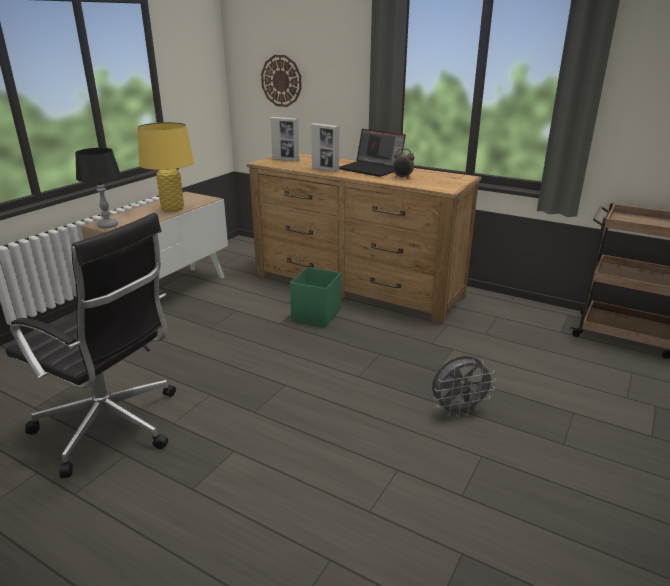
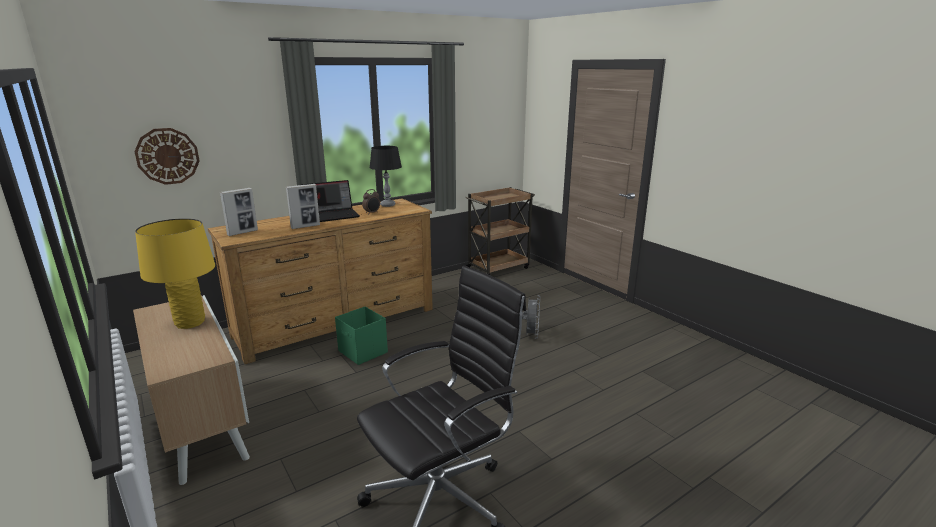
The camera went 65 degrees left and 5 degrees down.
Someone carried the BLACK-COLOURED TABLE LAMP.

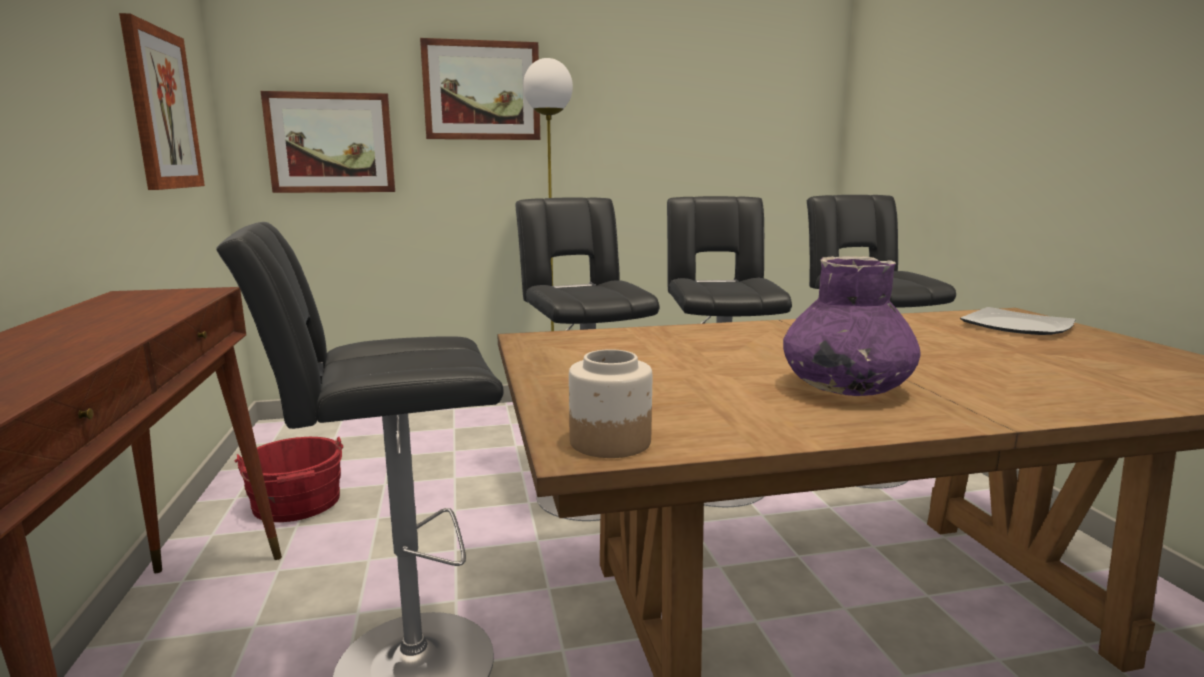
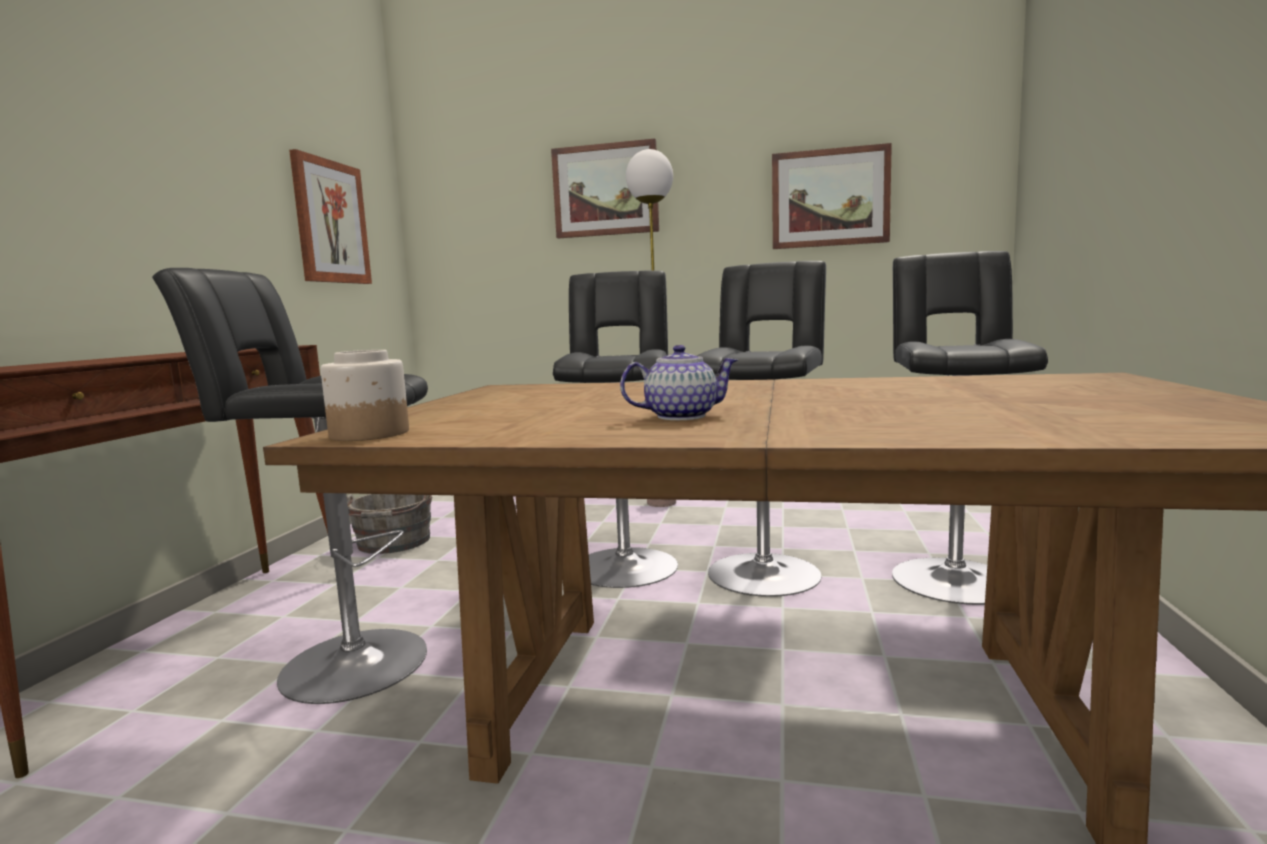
The camera went 25 degrees right and 5 degrees down.
Someone repainted the REDDISH WATER BUCKET, which became the GRAY WATER BUCKET.
Someone swapped the PURPLE-COLOURED VASE for the TEA POT.
Someone carried the PICTURE (2nd from left in the first image).
Someone took away the DINNER PLATE.

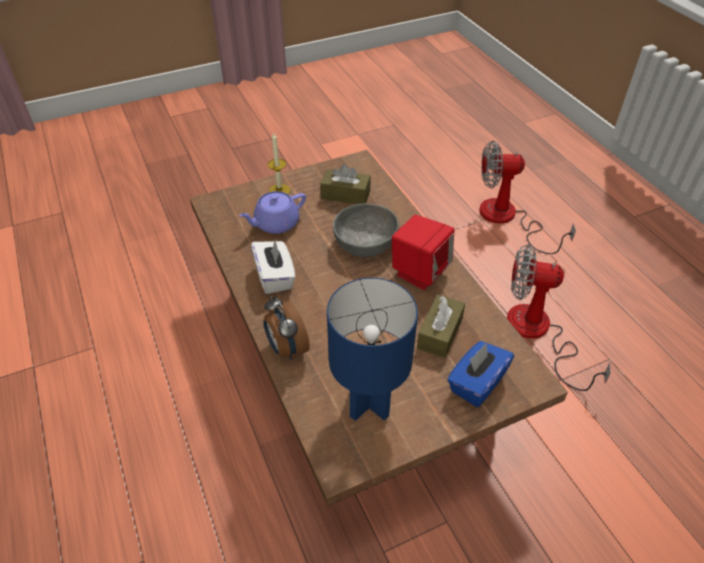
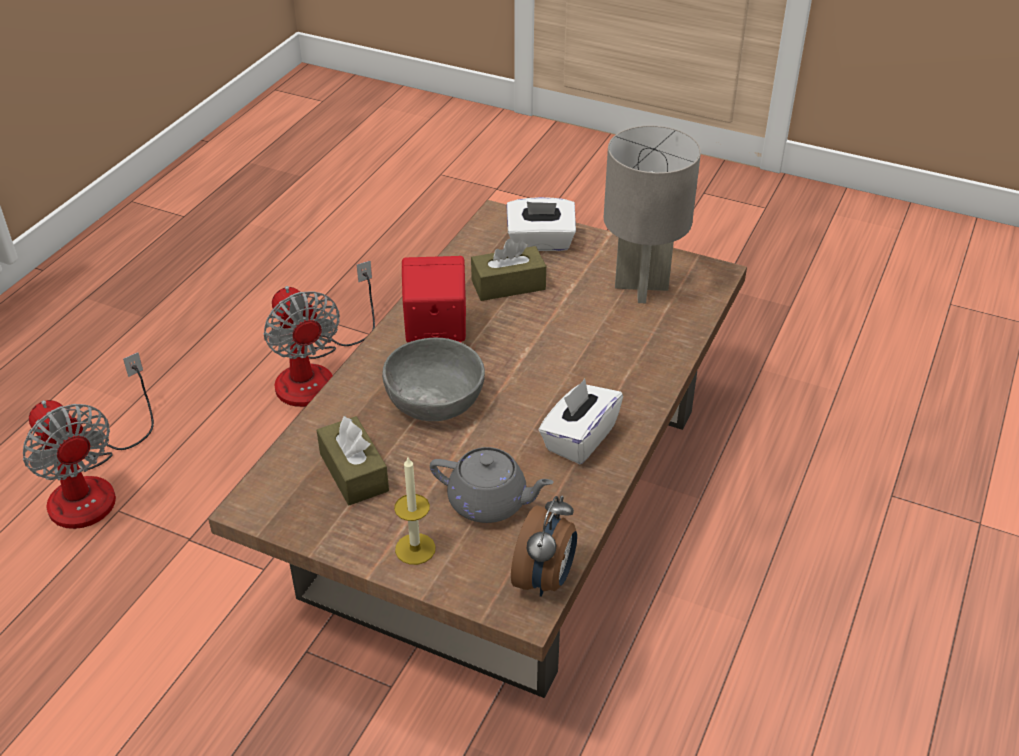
The camera went 130 degrees left and 5 degrees down.
Someone repainted the PURPLE-COLOURED TEA POT, which became the GRAY TEA POT.
Someone repainted the BLUE-COLOURED BOX OF TISSUES, which became the WHITISH BOX OF TISSUES (1st from left).
Someone carried the ALARM CLOCK.
Someone repainted the BLUE-COLOURED TABLE LAMP, which became the GRAY TABLE LAMP.

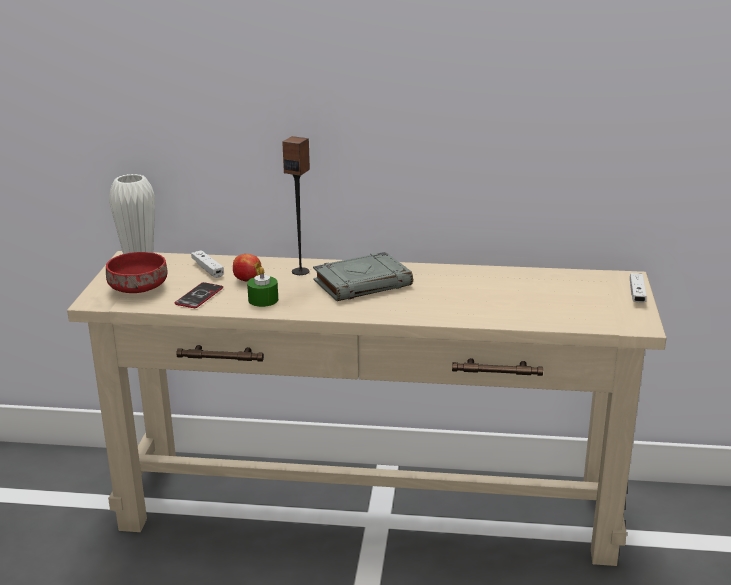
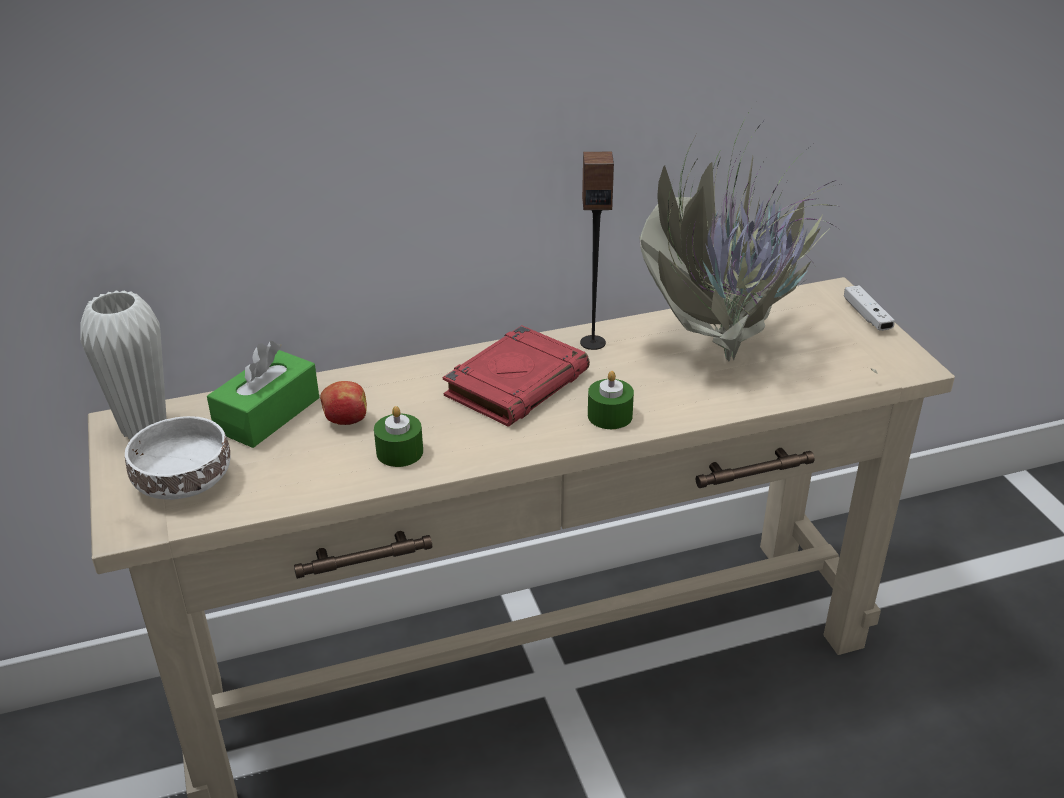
The camera went 25 degrees left and 10 degrees up.
Someone repainted the REDDISH DEEP DISH, which became the WHITISH DEEP DISH.
Someone swapped the WHITISH GAME CONTROLLER (1st from left) for the GREEN BOX OF TISSUES.
Someone repainted the GRAY VOLUME, which became the REDDISH VOLUME.
Someone carried the LOUDSPEAKER.
Someone put down the GREEN CANDLE (2nd from left).
Someone put down the POTTED PLANT.
Someone took away the HANDSET.

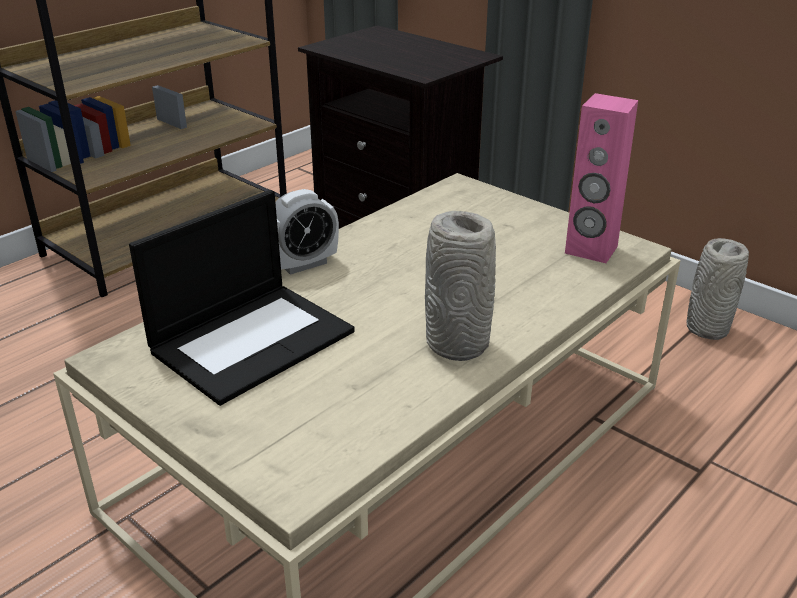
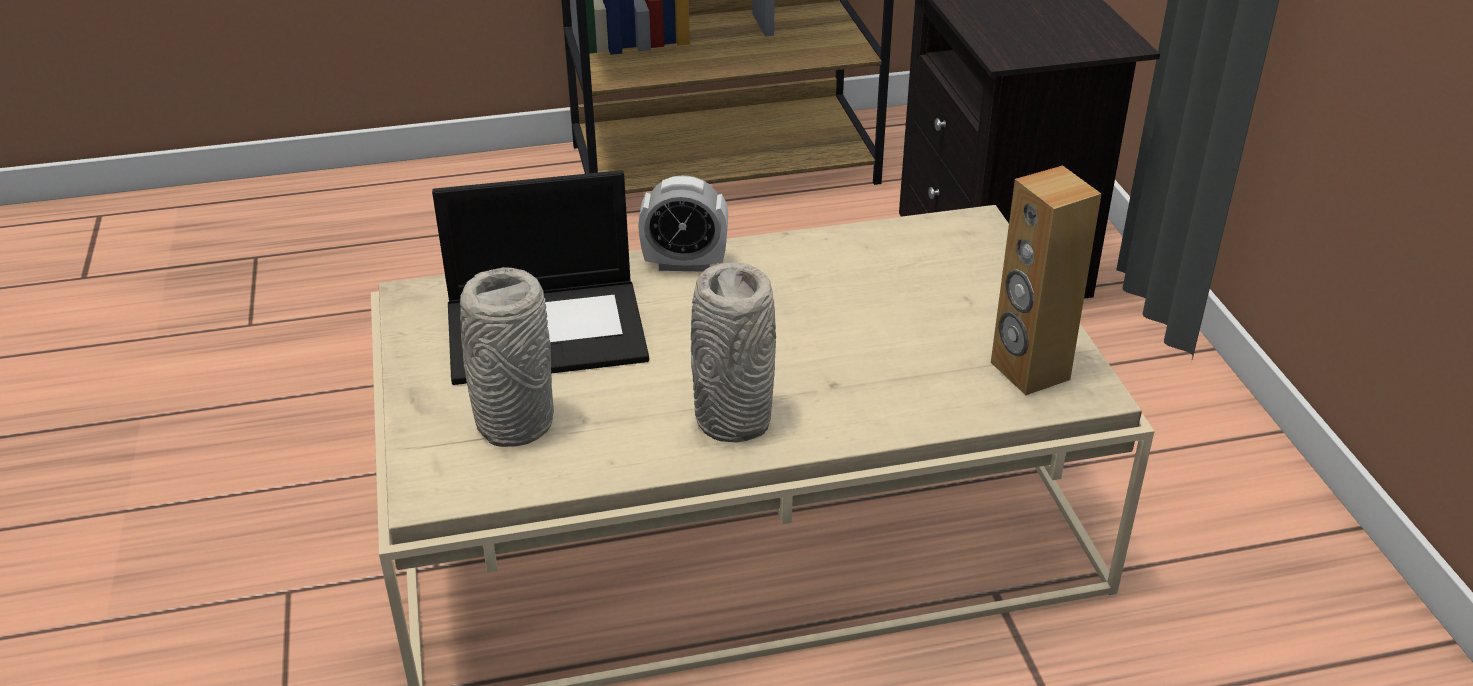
The camera went 35 degrees right and 5 degrees up.
Someone carried the GRAY VASE (2nd from left in the first image).
Someone repainted the PINK-COLOURED LOUDSPEAKER, which became the BROWN-COLOURED LOUDSPEAKER.

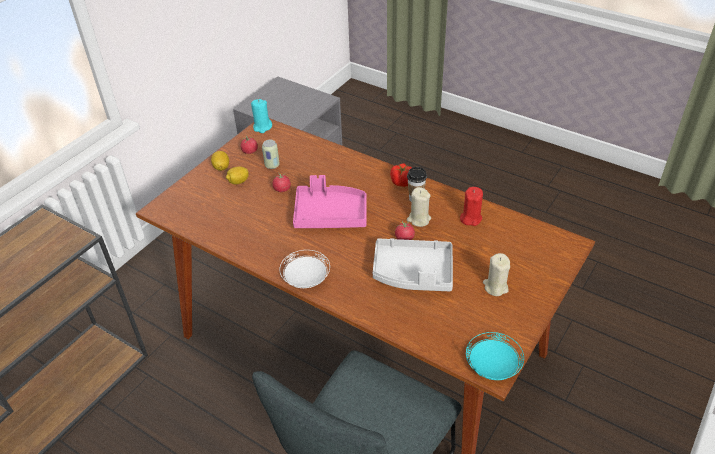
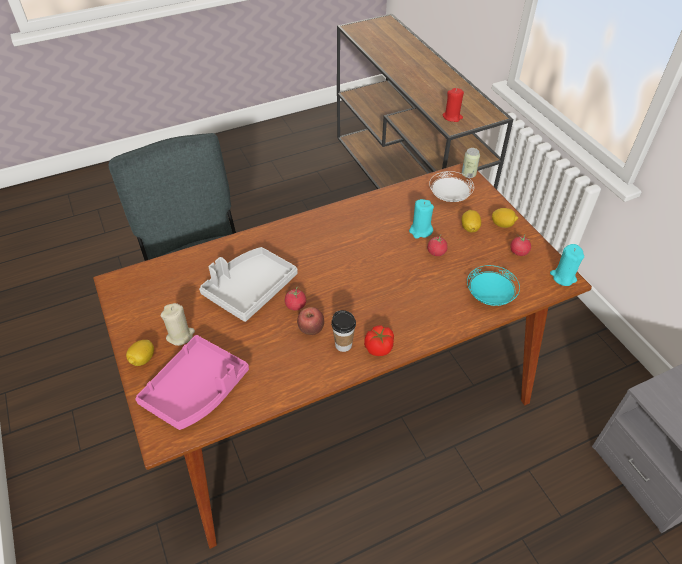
The camera went 120 degrees right and 5 degrees up.
Someone put down the LEMON (1st from left).
Someone carried the PINK-COLOURED CARRYING TRAY.
Someone swapped the BEIGE CANDLE (1st from left) for the WHOLE APPLE.
Someone put down the BLUE-GREEN CANDLE (1st from left).
Someone carried the WHITISH DINNER PLATE.
Someone carried the REDDISH CANDLE.
Someone carried the CAN.
Someone carried the BLUE-GREEN DINNER PLATE.

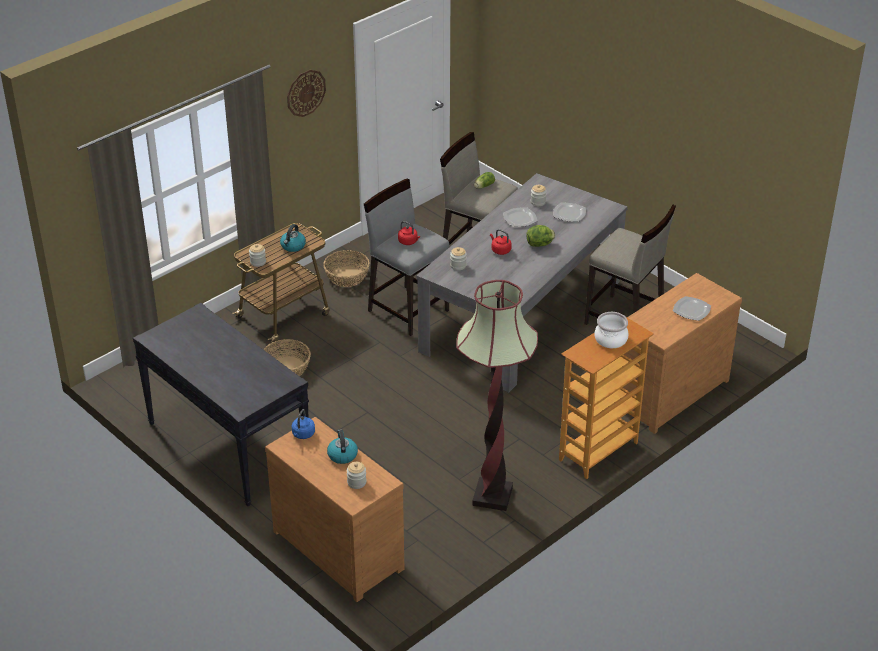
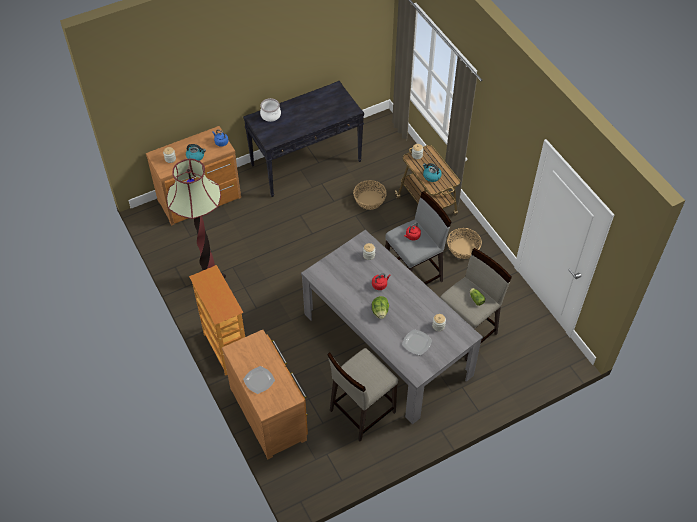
The camera went 105 degrees right and 15 degrees up.
Someone carried the SAUCEPOT.
Someone took away the WALL CLOCK.
Someone took away the DINNER PLATE (1st from left).

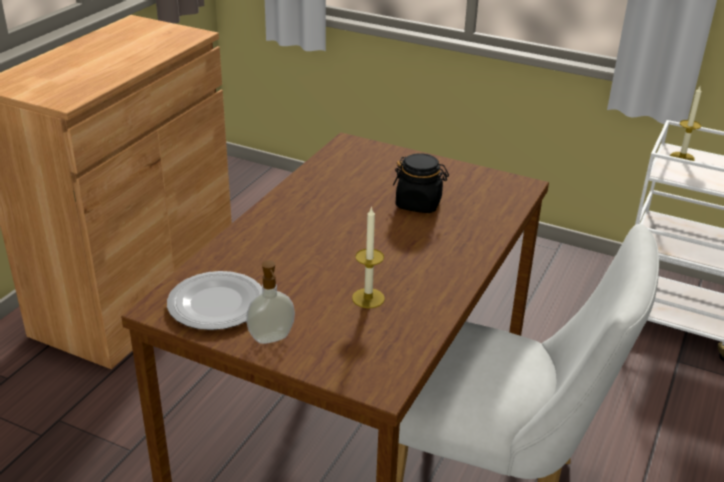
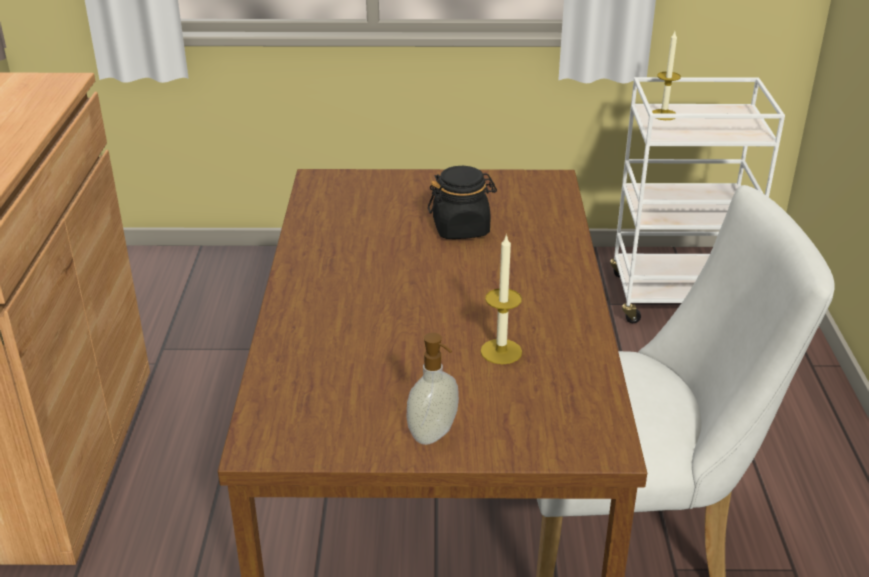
The camera went 25 degrees left and 0 degrees up.
Someone took away the DINNER PLATE.

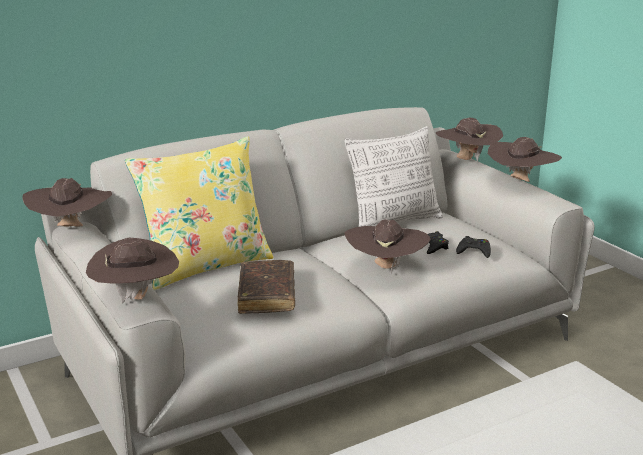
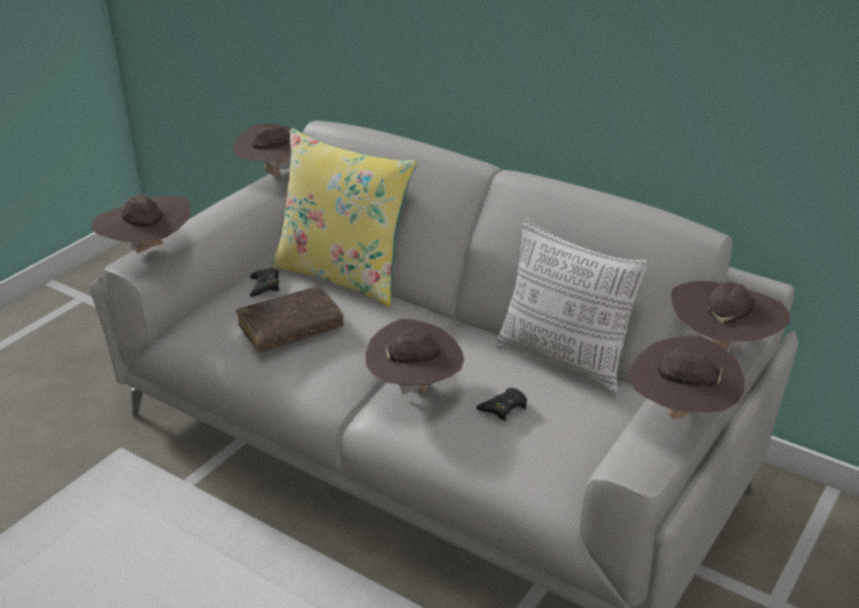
The camera went 65 degrees right and 10 degrees up.
Someone carried the BLACK-COLOURED GAME CONTROLLER (2nd from left in the first image).

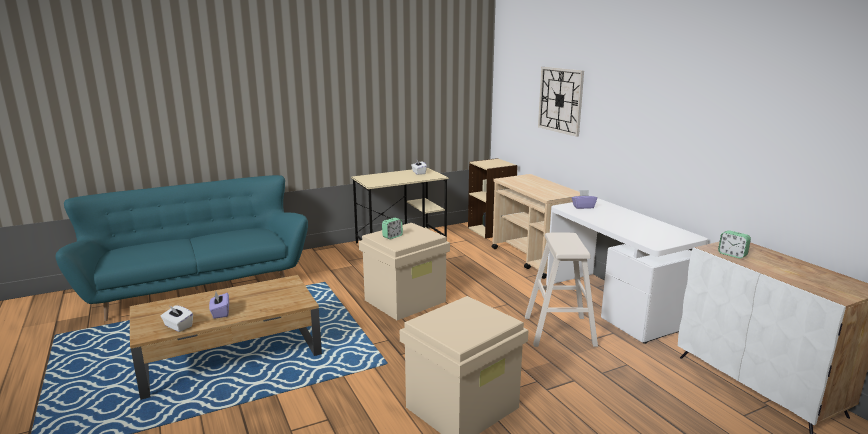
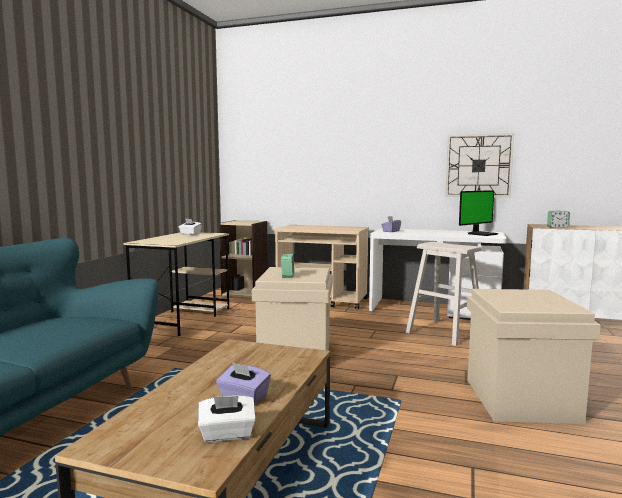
The camera went 45 degrees left and 10 degrees down.
Someone carried the WALL CLOCK.
Someone put down the MONITOR.

